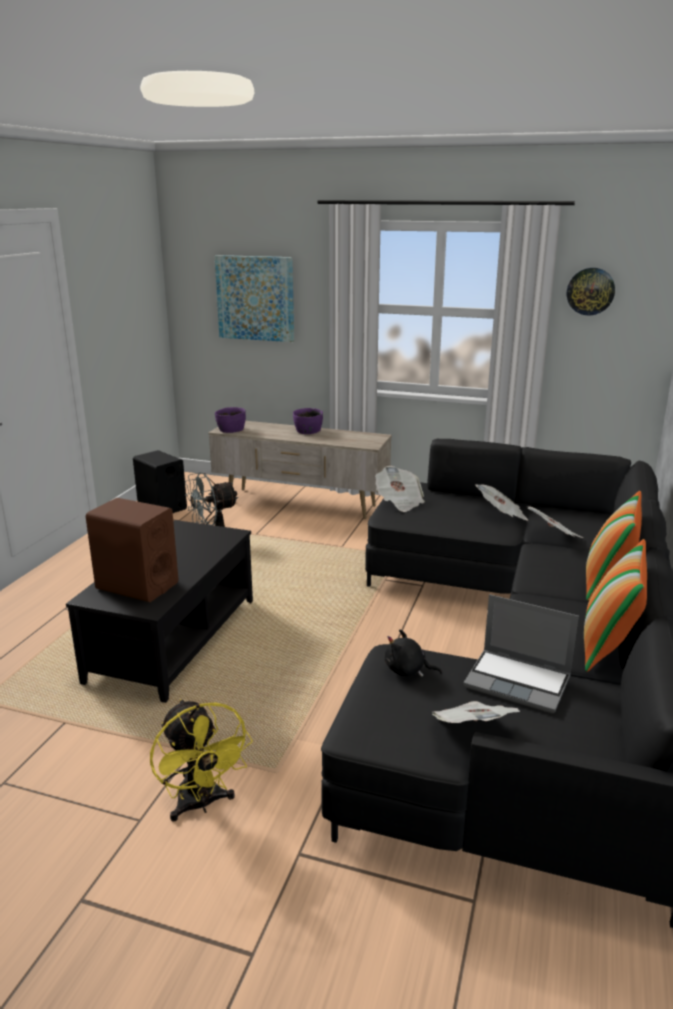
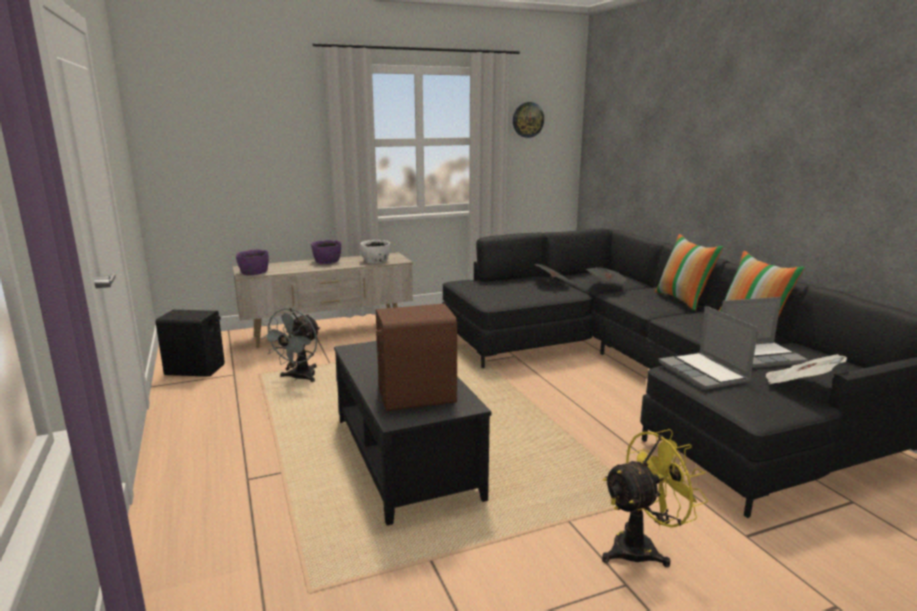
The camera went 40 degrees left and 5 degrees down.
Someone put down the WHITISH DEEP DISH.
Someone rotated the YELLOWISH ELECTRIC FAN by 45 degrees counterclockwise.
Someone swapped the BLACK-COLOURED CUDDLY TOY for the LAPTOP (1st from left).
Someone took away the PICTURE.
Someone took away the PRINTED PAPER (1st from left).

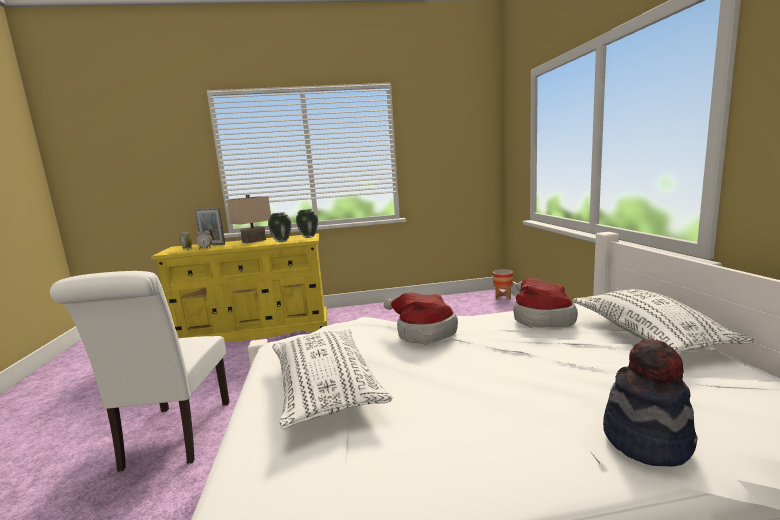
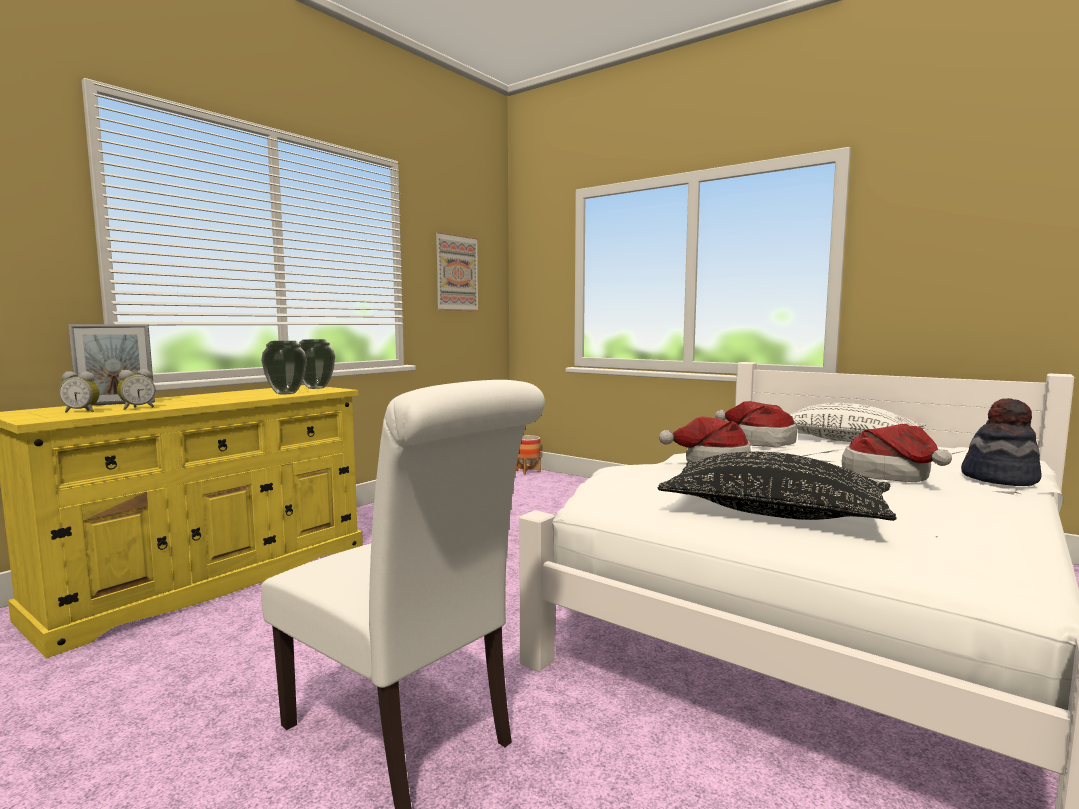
The camera went 45 degrees left and 5 degrees down.
Someone put up the PICTURE.
Someone repainted the WHITISH PILLOW (1st from left), which became the BLACK-COLOURED PILLOW.
Someone put down the CLOTHING HAT (3rd from left).
Someone took away the BEIGE TABLE LAMP.

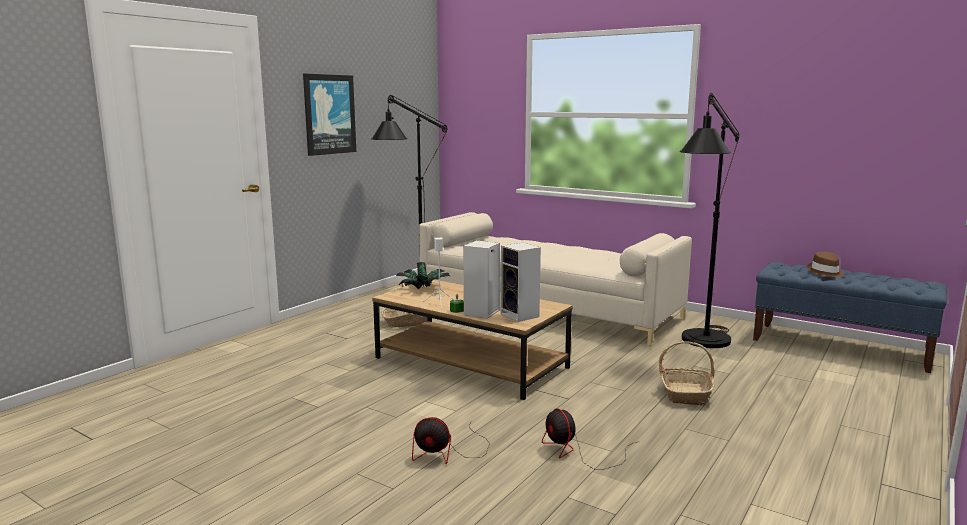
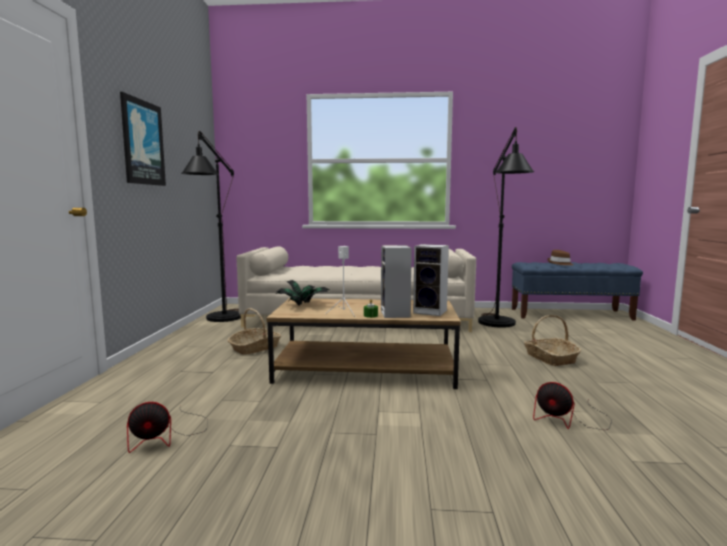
The camera went 30 degrees left and 5 degrees down.
Someone carried the ELECTRIC FAN (1st from left).

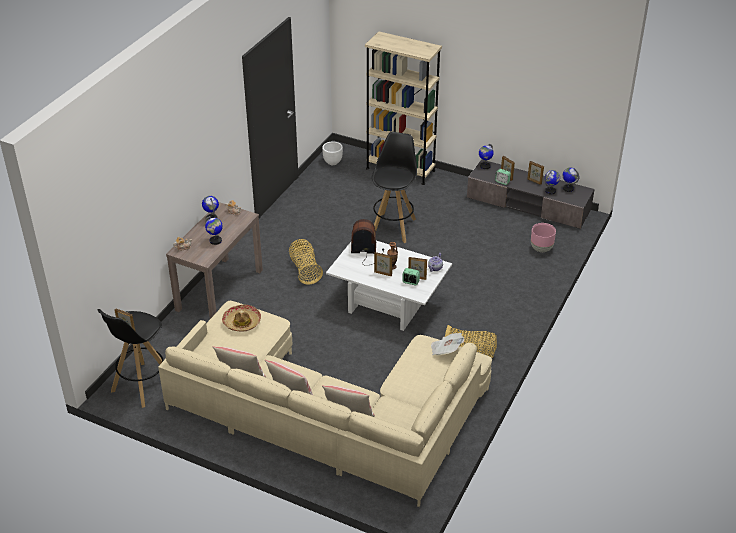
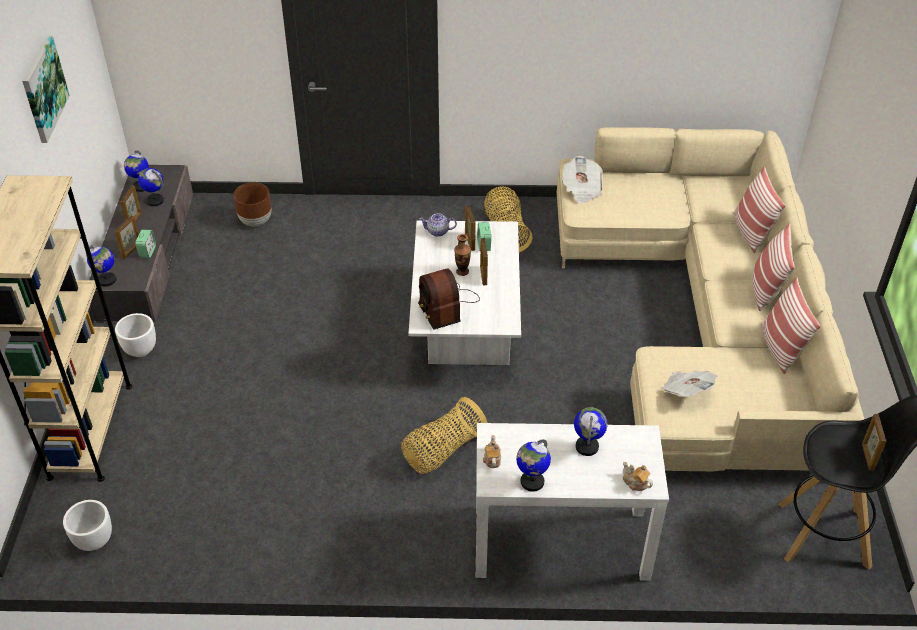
The camera went 115 degrees left and 5 degrees up.
Someone put up the PICTURE.
Someone put down the WHITISH PLANTER (2nd from left).
Someone repainted the PINK-COLOURED PLANTER, which became the BROWN-COLOURED PLANTER.
Someone repainted the BROWN-COLOURED CONSOLE TABLE, which became the WHITISH CONSOLE TABLE.
Someone swapped the CLOTHING HAT for the PRINTED PAPER (2nd from left).
Someone took away the BLACK-COLOURED SITTING STOOL (2nd from left).

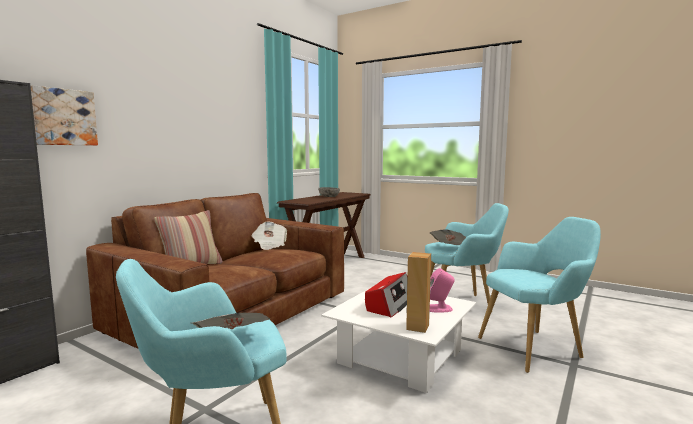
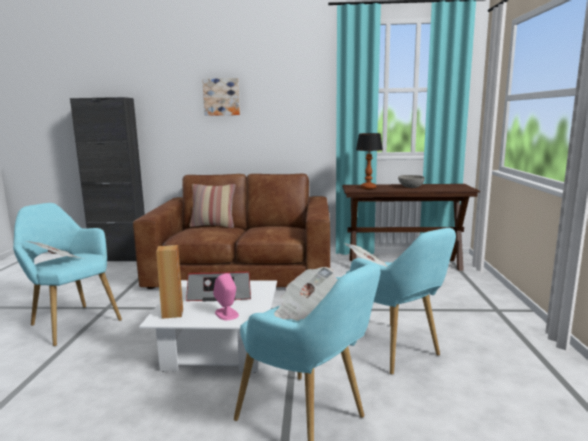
The camera went 60 degrees right and 5 degrees up.
Someone carried the PICTURE.
Someone carried the PRINTED PAPER (2nd from left).
Someone put down the TABLE LAMP.

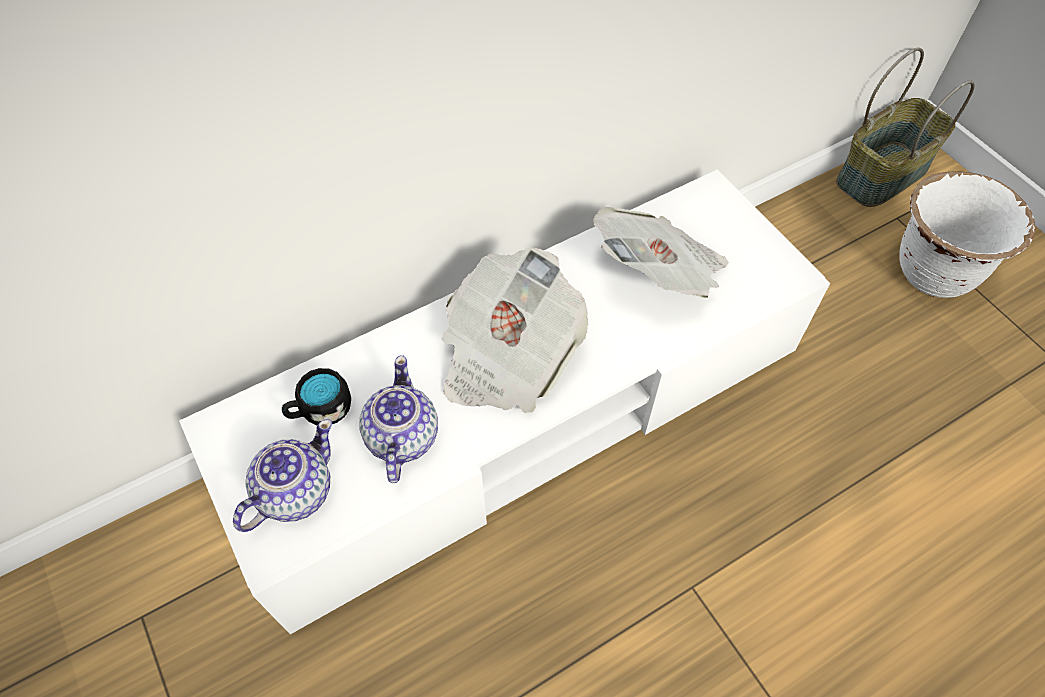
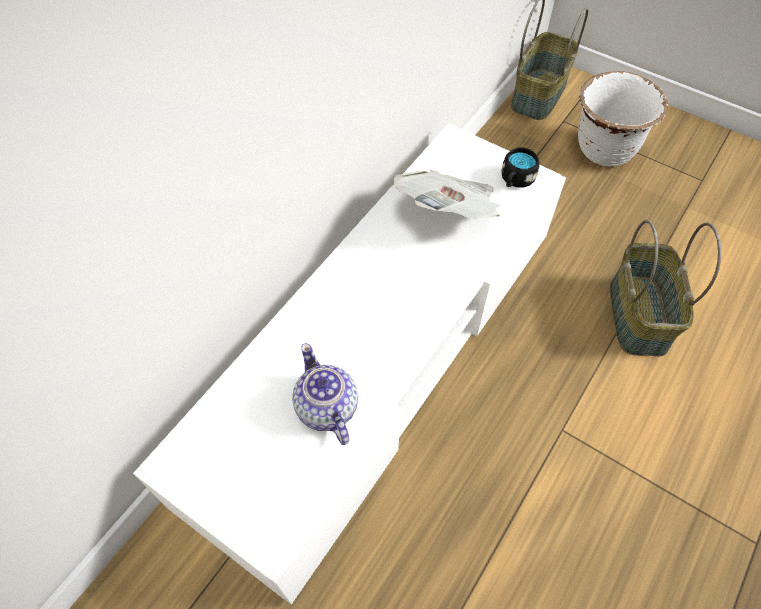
The camera went 25 degrees left and 0 degrees up.
Someone carried the BLACK-COLOURED MUG.
Someone put down the HOUSEHOLD BASKET (2nd from left).
Someone took away the TEA POT (1st from left).
Someone took away the PRINTED PAPER (1st from left).

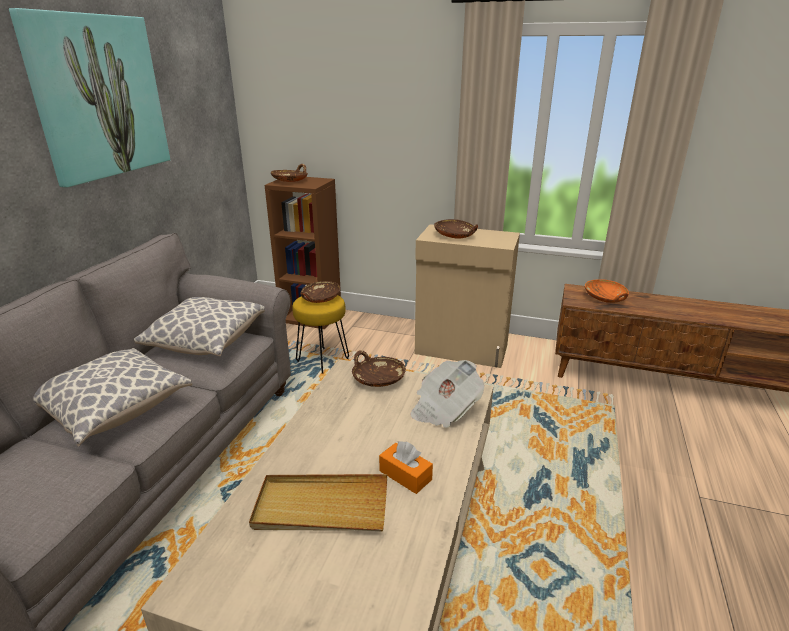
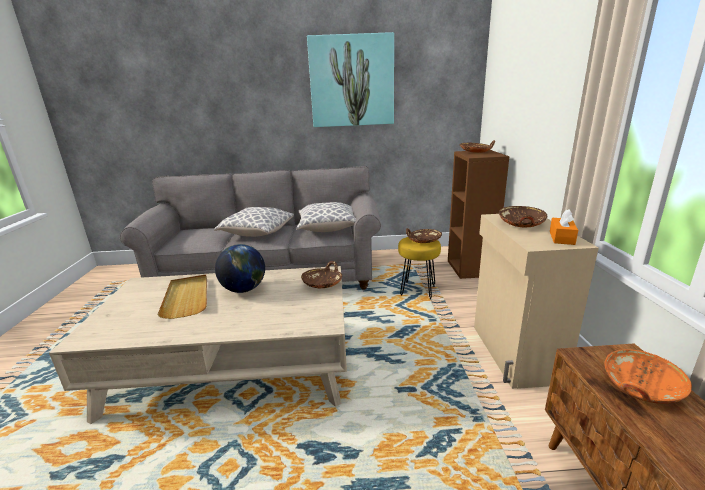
The camera went 70 degrees right and 5 degrees down.
Someone put down the GLOBE.
Someone carried the ORANGE BOX OF TISSUES.
Someone took away the PRINTED PAPER.

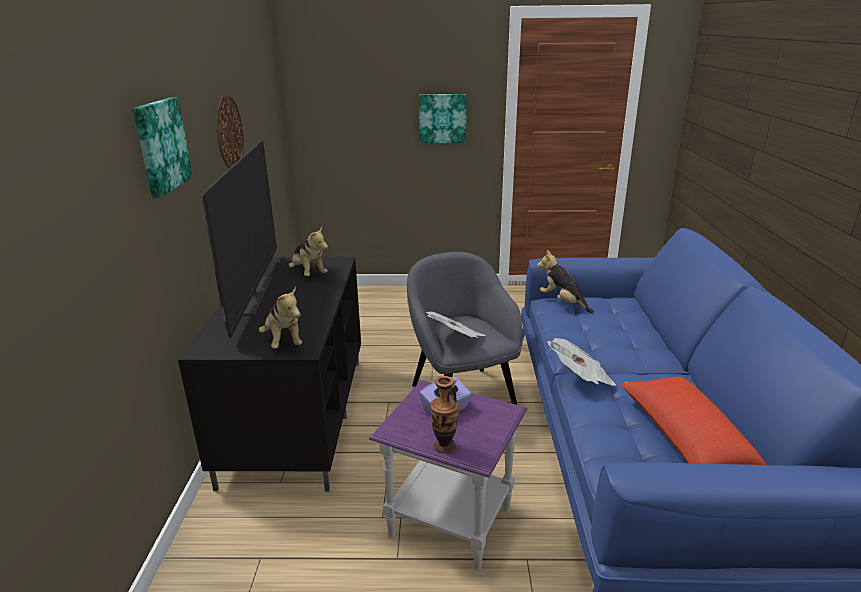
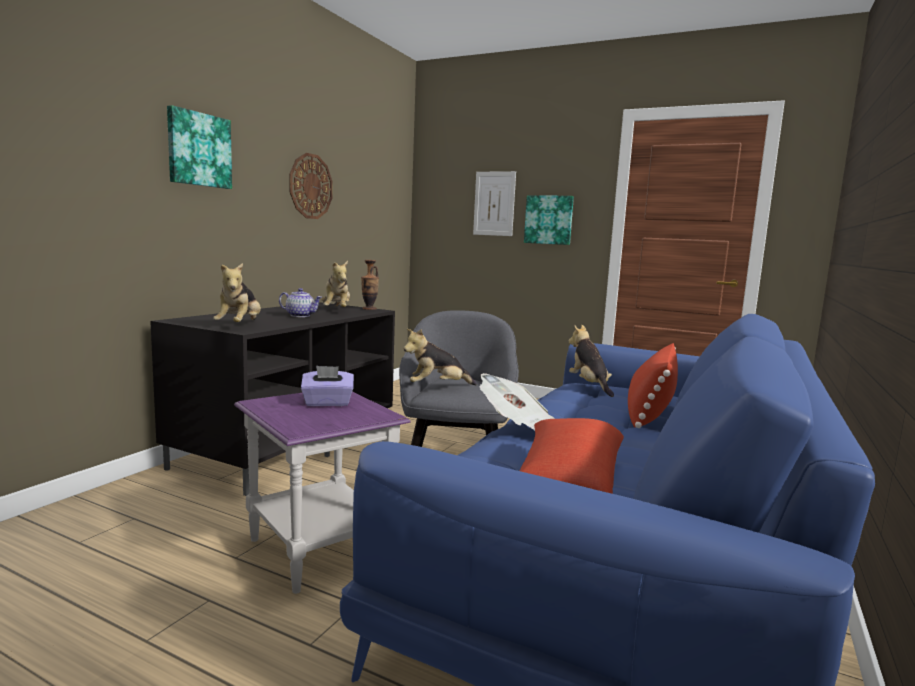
The camera went 25 degrees right and 15 degrees down.
Someone put down the TEA POT.
Someone carried the VASE.
Someone swapped the PRINTED PAPER (1st from left) for the CUDDLY TOY (3rd from left).
Someone put up the PICTURE (2nd from left).
Someone put down the REDDISH PILLOW (2nd from left).
Someone took away the TV SET.

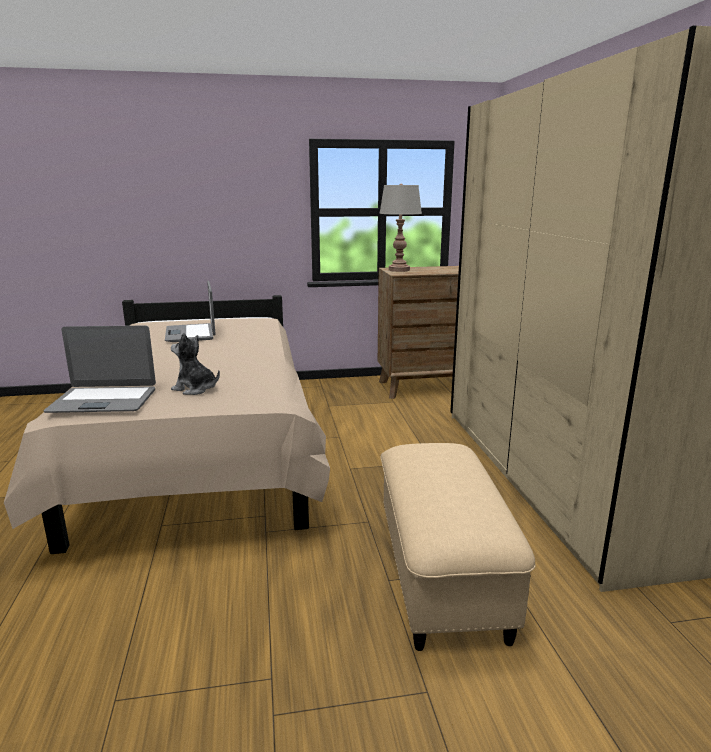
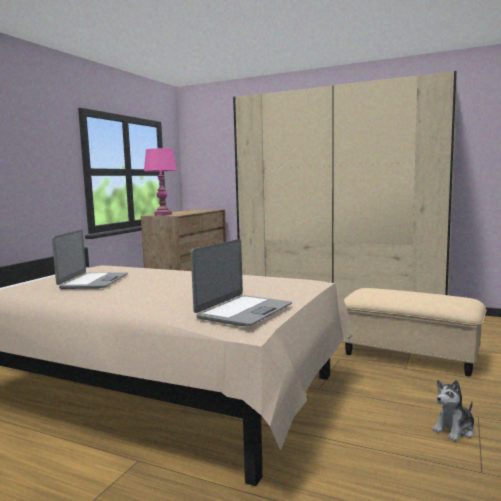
The camera went 55 degrees left and 10 degrees down.
Someone rotated the LAPTOP (2nd from left in the first image) by 105 degrees counterclockwise.
Someone repainted the GRAY TABLE LAMP, which became the PINK-COLOURED TABLE LAMP.
Someone carried the CUDDLY TOY.

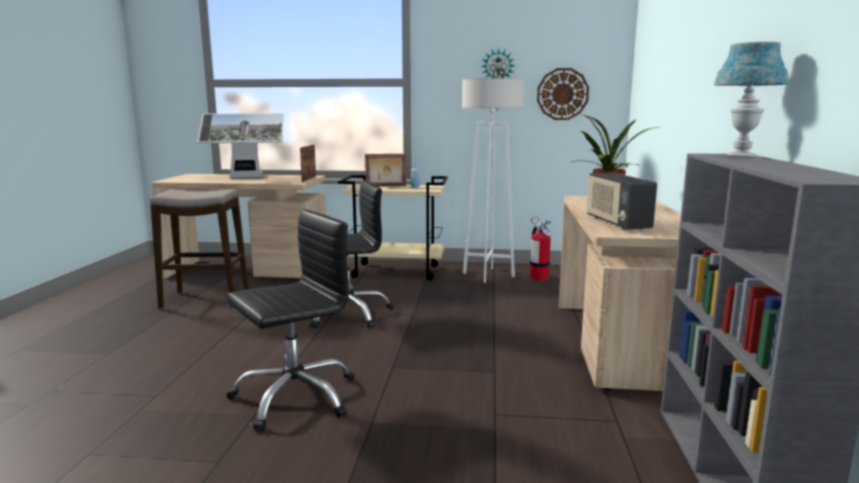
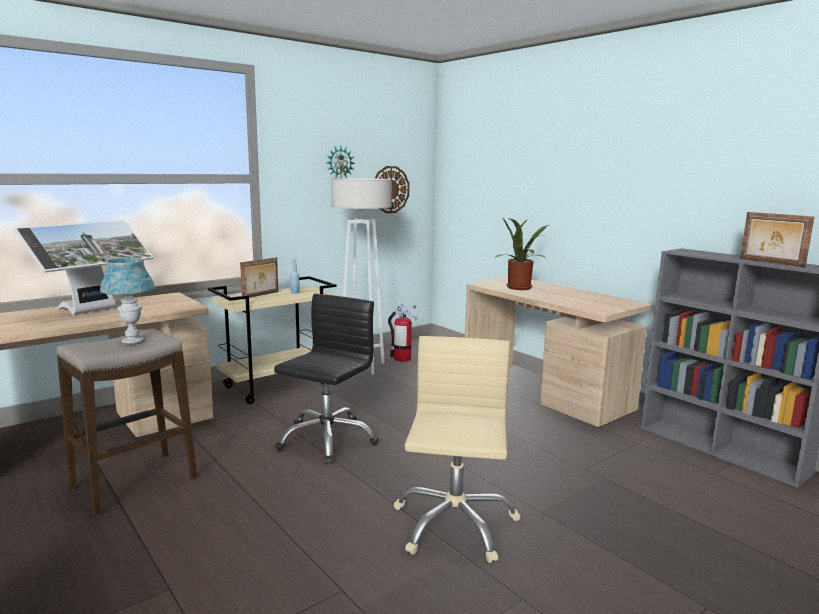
The camera went 45 degrees left and 0 degrees up.
Someone carried the BLUE-COLOURED TABLE LAMP.
Someone repainted the BLACK-COLOURED OFFICE CHAIR (1st from left), which became the BEIGE OFFICE CHAIR.
Someone carried the STANDING FRAME (1st from left in the first image).
Someone took away the RADIO RECEIVER.

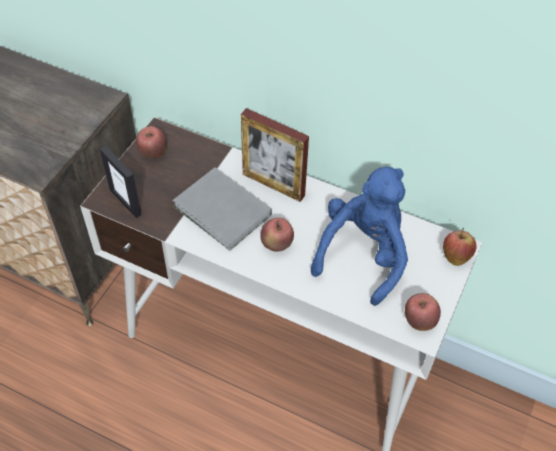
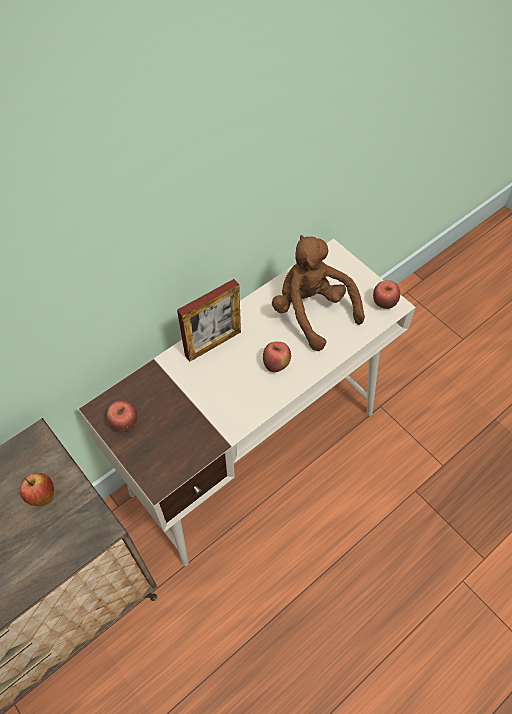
The camera went 65 degrees left and 5 degrees up.
Someone carried the WHOLE APPLE (4th from left in the first image).
Someone repainted the BLUE-COLOURED CUDDLY TOY, which became the BROWN-COLOURED CUDDLY TOY.
Someone took away the STANDING FRAME (1st from left).
Someone took away the GRAY VOLUME.

